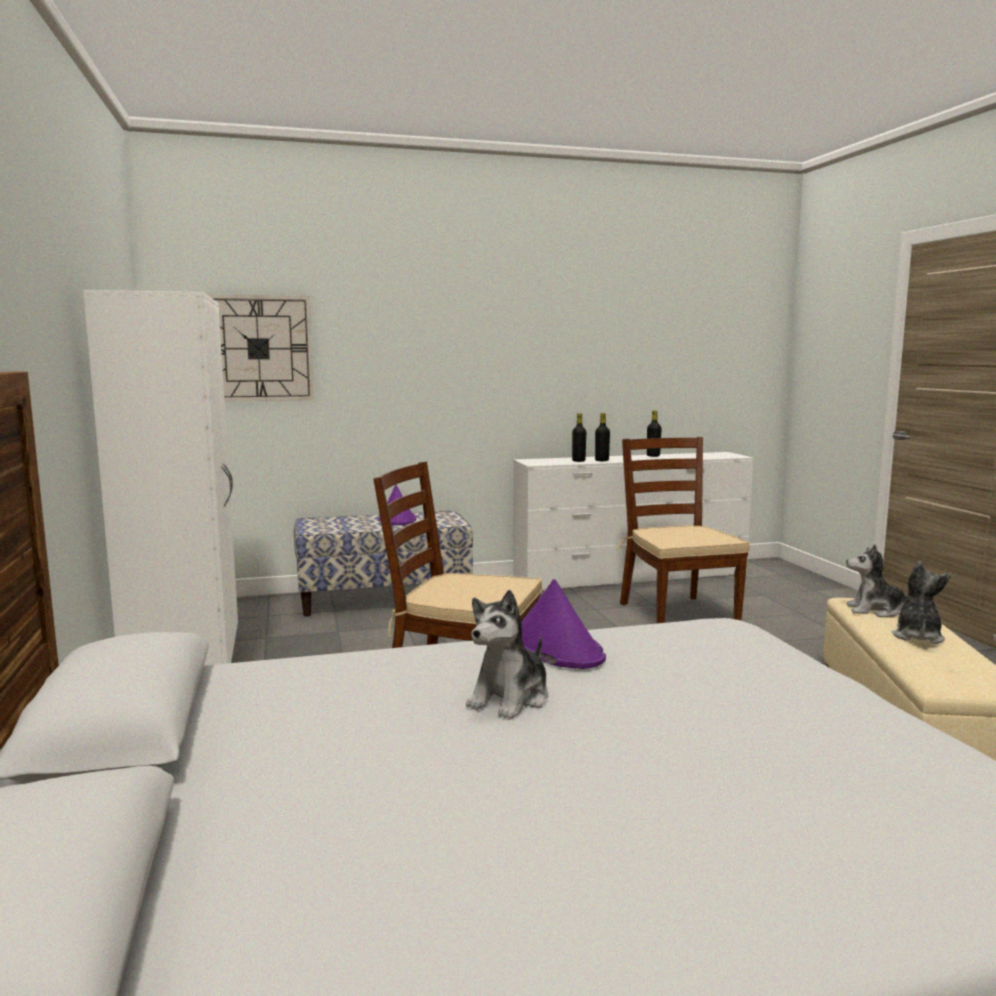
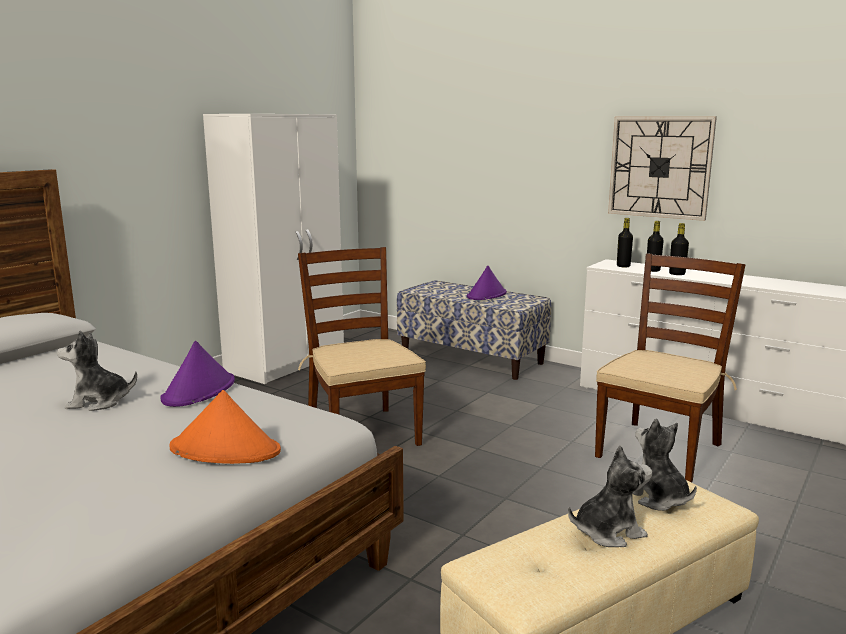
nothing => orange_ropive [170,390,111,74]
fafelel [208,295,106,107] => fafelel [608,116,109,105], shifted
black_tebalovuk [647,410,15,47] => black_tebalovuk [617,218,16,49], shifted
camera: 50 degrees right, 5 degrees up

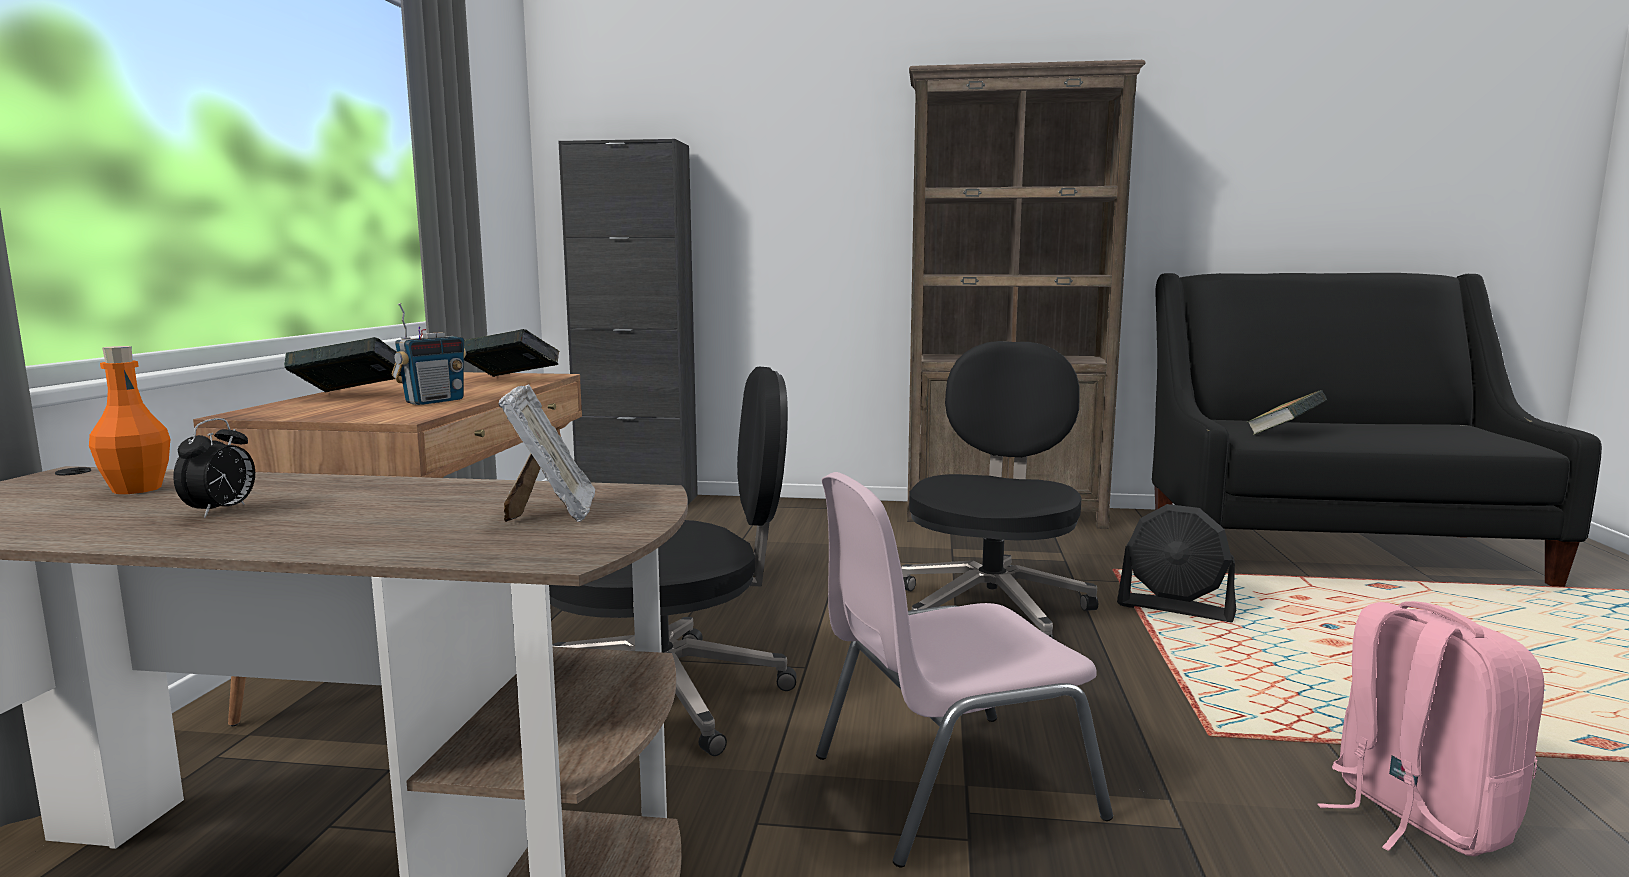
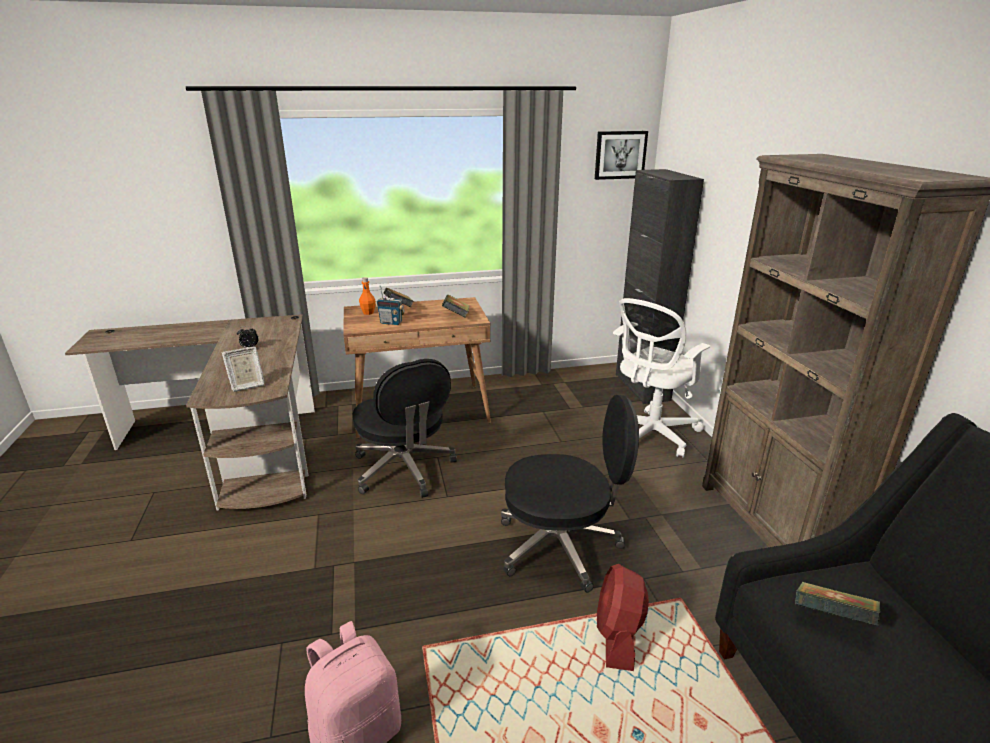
orange_tebalovuk [89,346,81,148] => orange_tebalovuk [359,277,17,38], shifted
nothing => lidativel [595,131,53,49]
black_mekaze [1117,504,119,119] => red_mekaze [597,564,52,107]
nothing => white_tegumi [613,298,97,160]
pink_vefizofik [816,472,297,396] => nothing
camera: 70 degrees right, 15 degrees up

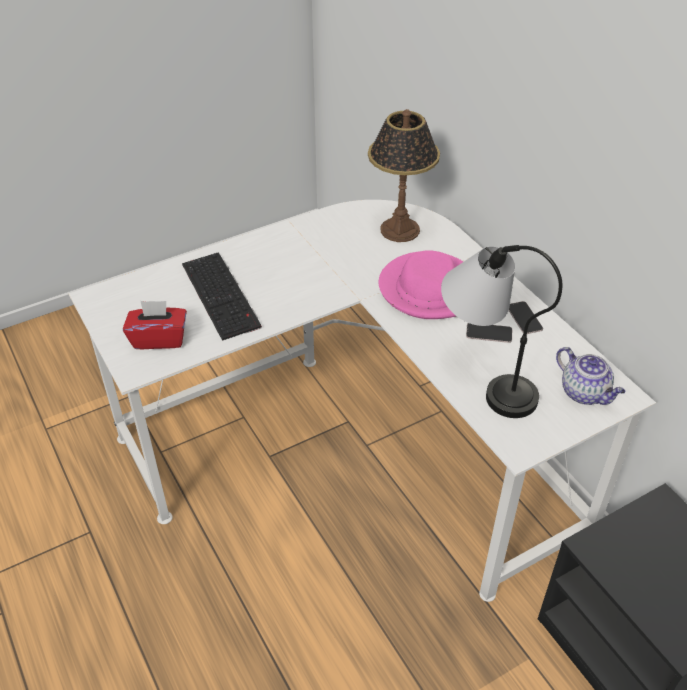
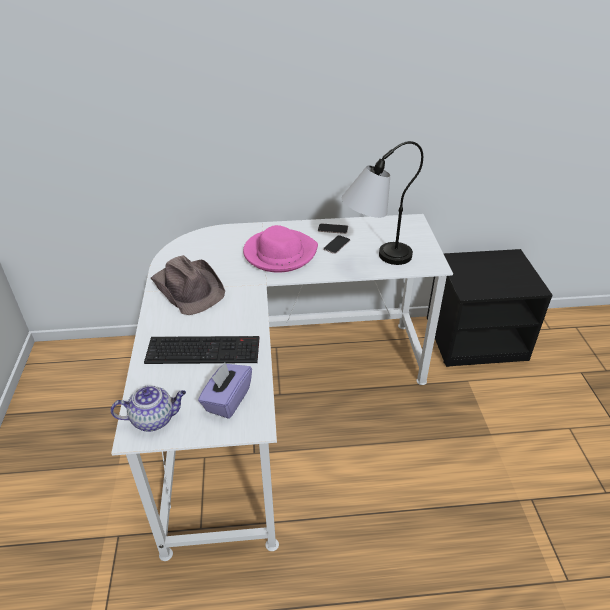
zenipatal [556,347,69,58] => zenipatal [111,385,75,47], shifted
nothing => brown_ropive [151,255,74,60]
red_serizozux [123,301,64,48] => purple_serizozux [198,362,54,57]
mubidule [368,109,72,133] => nothing
camera: 65 degrees left, 5 degrees down

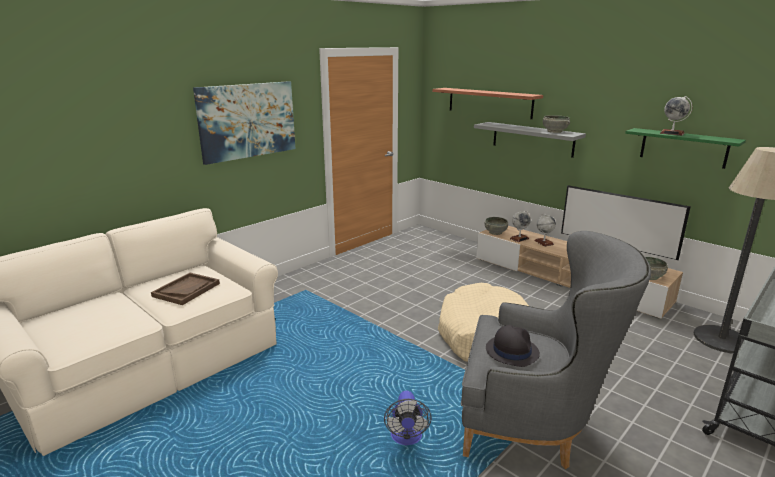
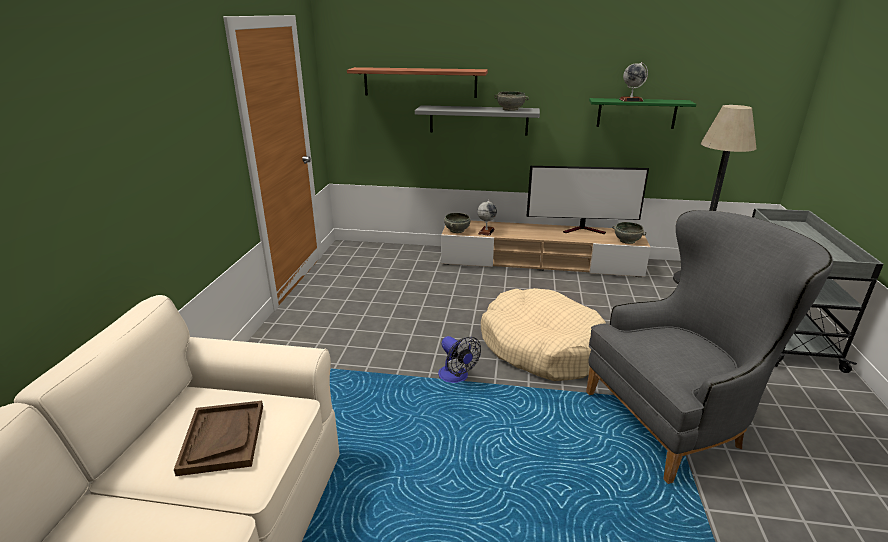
mekaze [384,390,48,55] => mekaze [438,336,43,47], shifted
lidativel [193,81,103,84] => nothing
black_ropive [486,325,54,42] => nothing
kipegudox [534,213,22,33] => nothing
camera: 35 degrees left, 5 degrees up

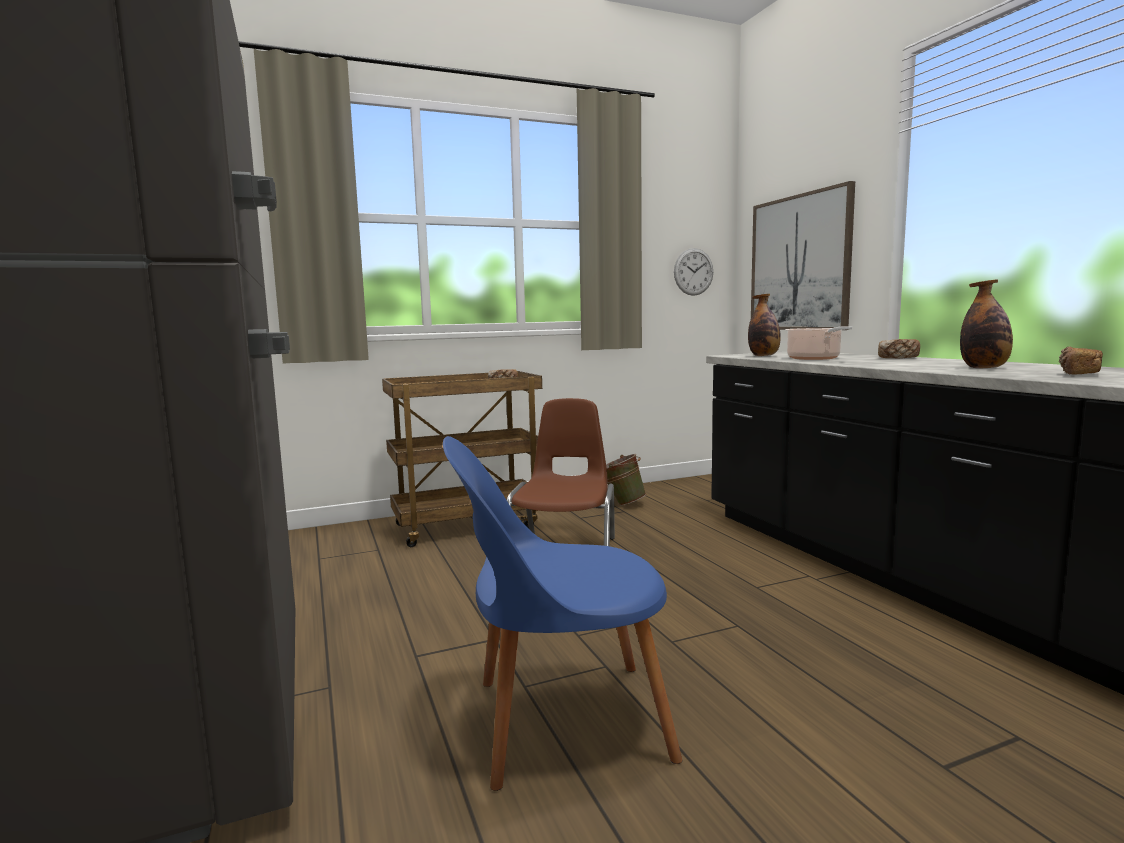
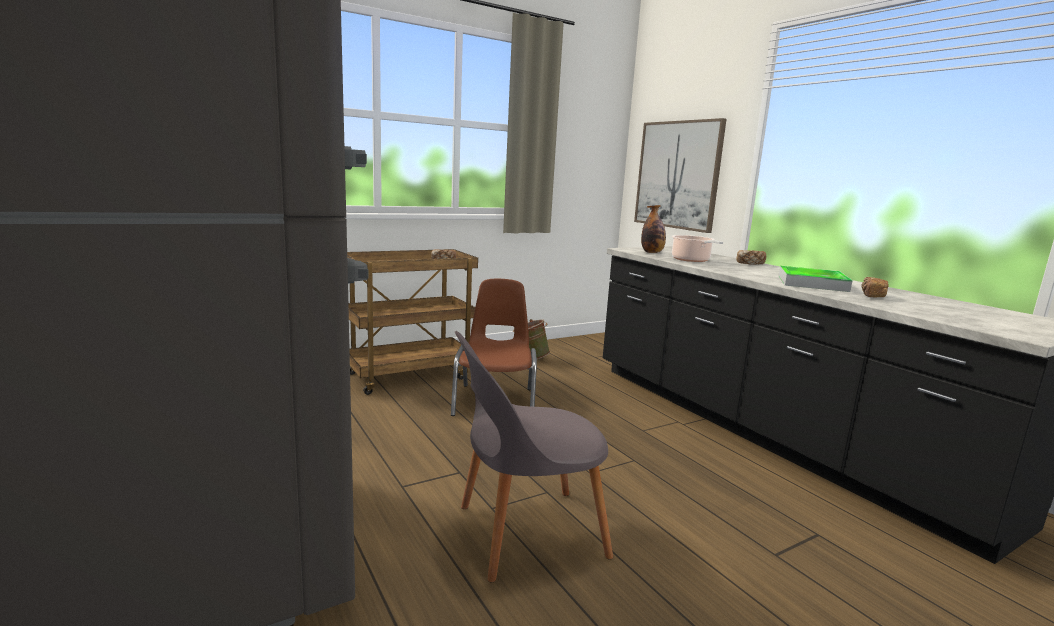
blue_vefizofik [443,436,239,355] => grey_vefizofik [455,331,158,251]
tebalovuk [960,279,53,90] => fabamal [779,266,74,26]
fafelel [674,248,39,48] => nothing
camera: 10 degrees left, 5 degrees up

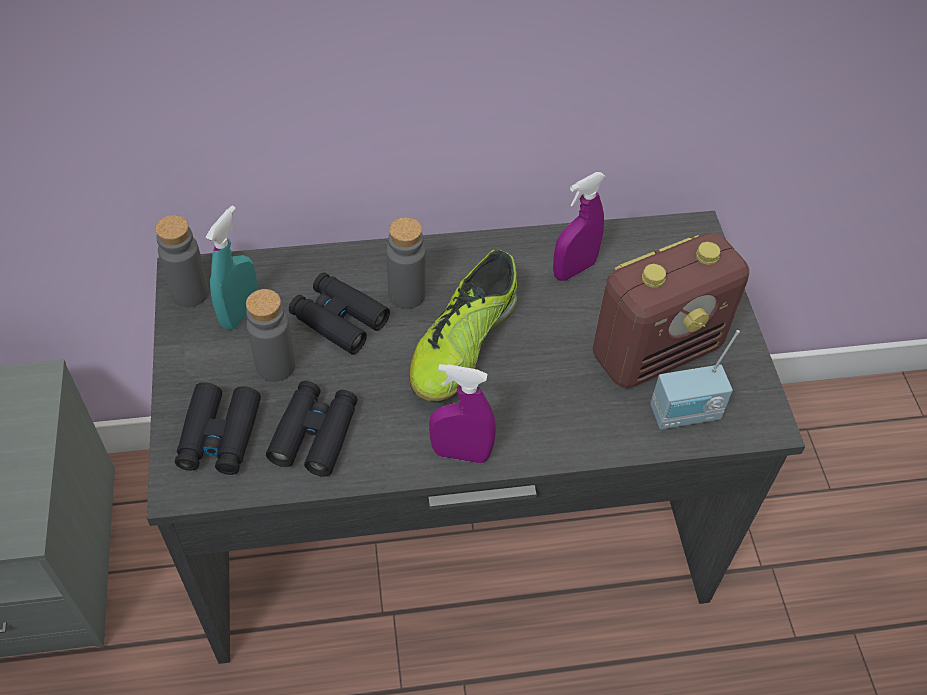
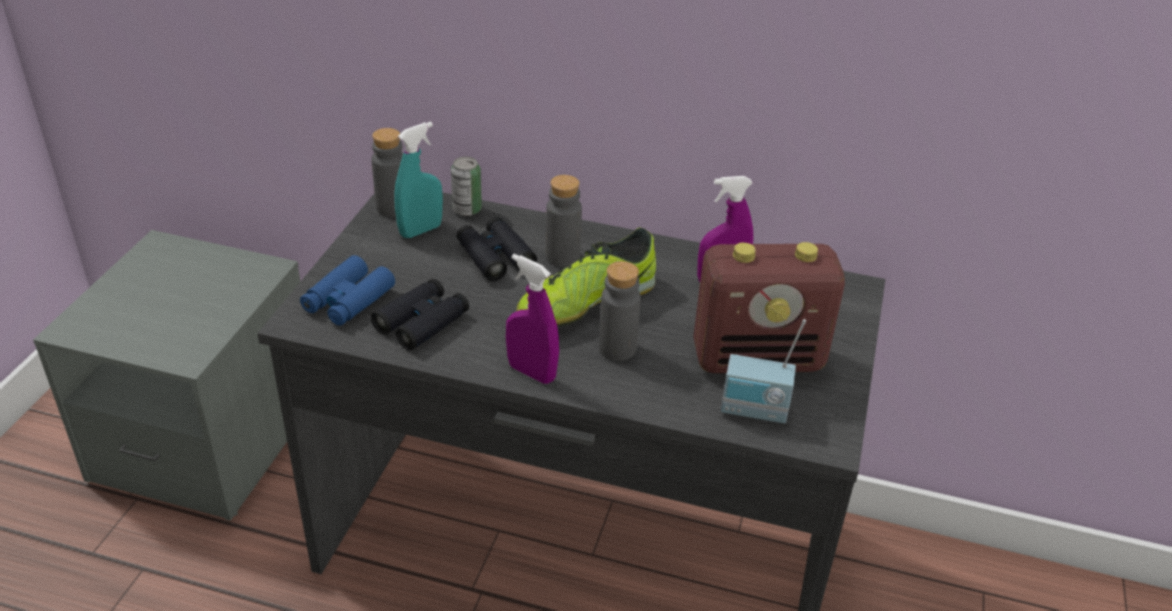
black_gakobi [175,382,86,93] => blue_gakobi [300,255,95,71]
nothing => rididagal [451,157,31,59]
grey_tebalovuk [246,289,49,93] => grey_tebalovuk [599,261,42,100], shifted
camera: 25 degrees right, 15 degrees down

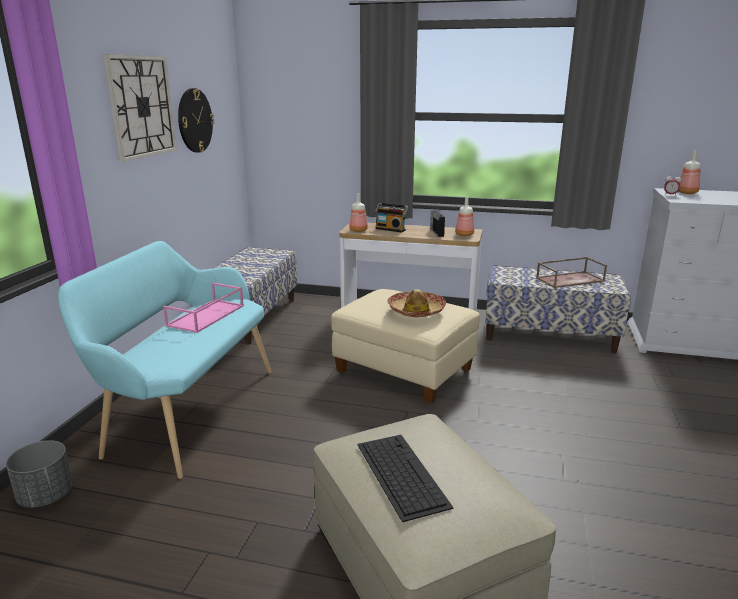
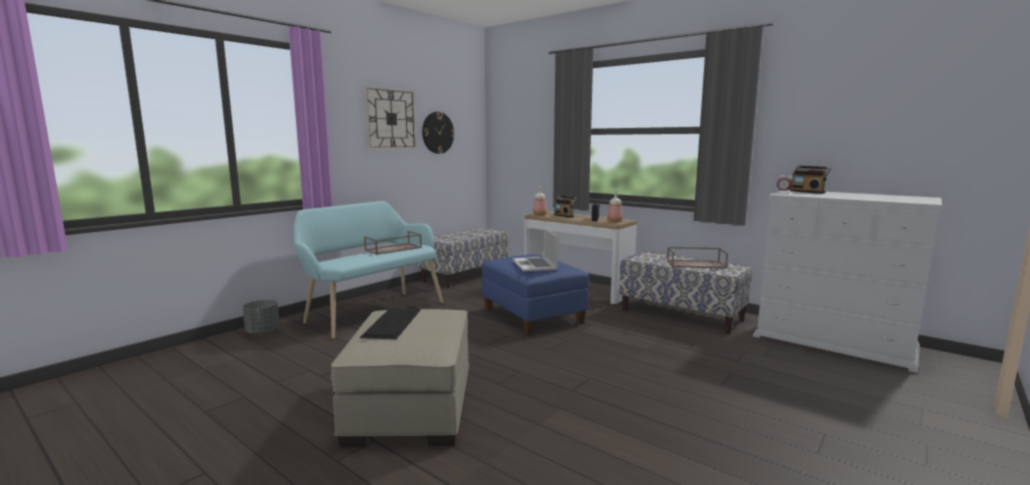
pink_fabamal [163,282,81,51] => brown_fabamal [364,231,58,24]
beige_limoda [331,289,149,115] => blue_limoda [482,255,107,80]
ropive [387,289,59,28] => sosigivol [513,228,45,43]
tebalovuk [678,151,23,43] => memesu [790,166,41,28]
camera: 25 degrees right, 10 degrees down

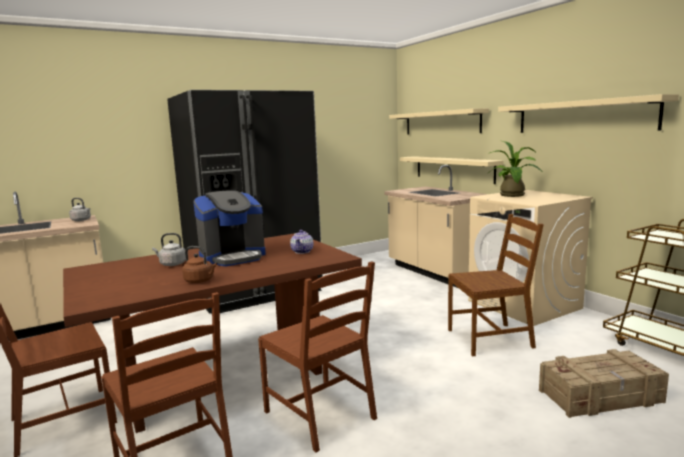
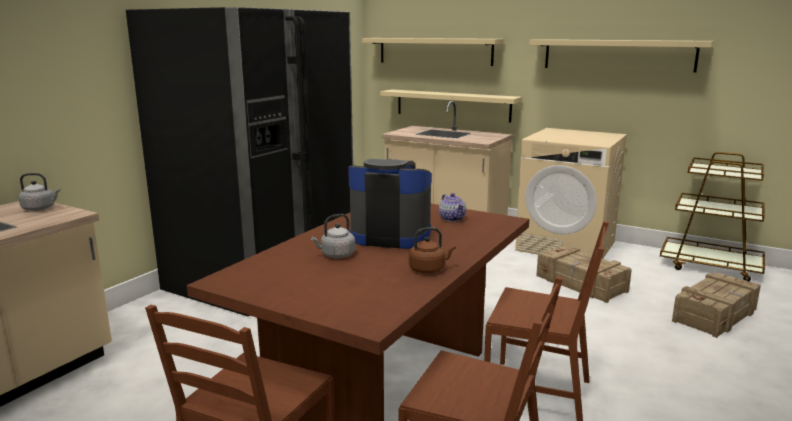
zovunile [193,190,73,76] => zovunile [348,159,84,90], 105 degrees counterclockwise
brown_vefizofik [448,214,96,142] => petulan [536,246,96,57]
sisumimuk [490,141,53,56] => nothing
camera: 30 degrees left, 5 degrees up

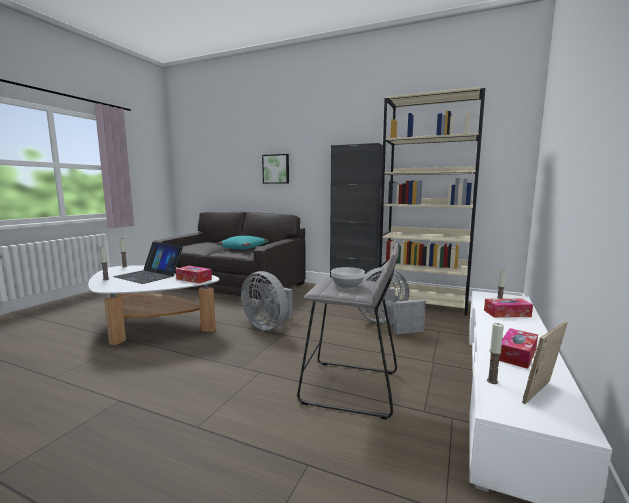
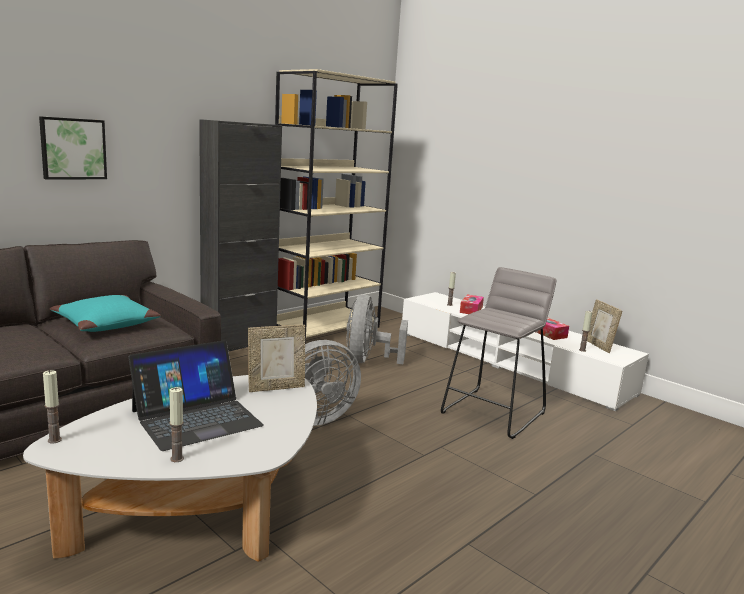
serizozux [176,266,36,17] => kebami [248,325,57,67]
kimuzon [331,267,34,22] => nothing
camera: 70 degrees left, 5 degrees up

